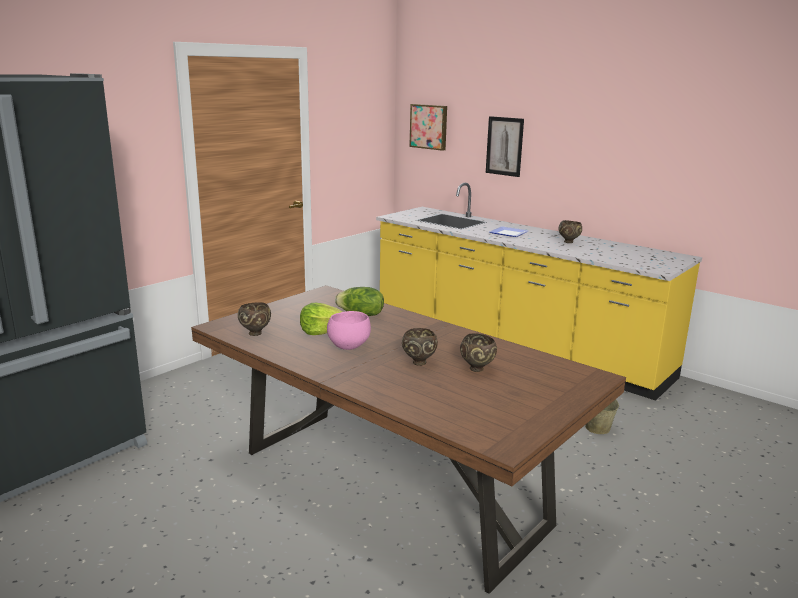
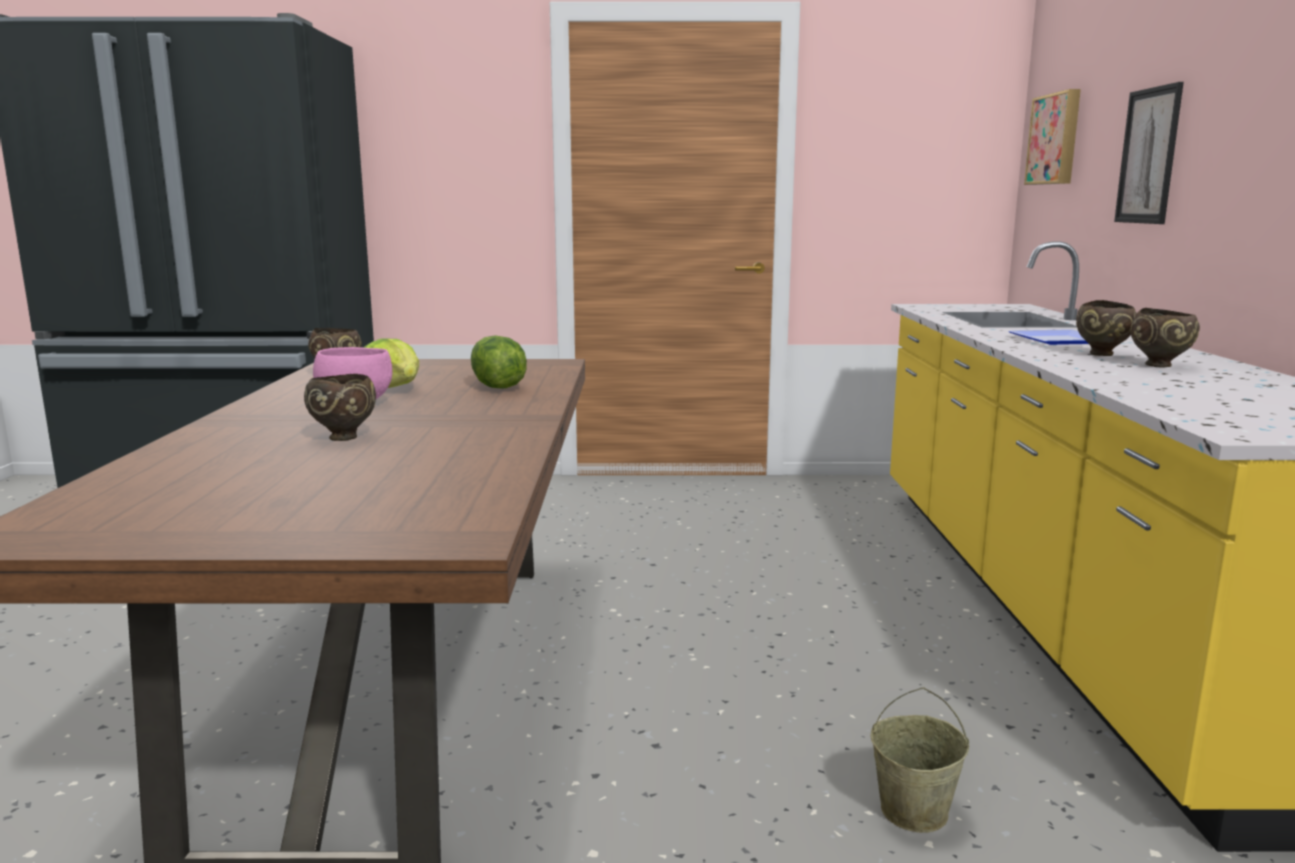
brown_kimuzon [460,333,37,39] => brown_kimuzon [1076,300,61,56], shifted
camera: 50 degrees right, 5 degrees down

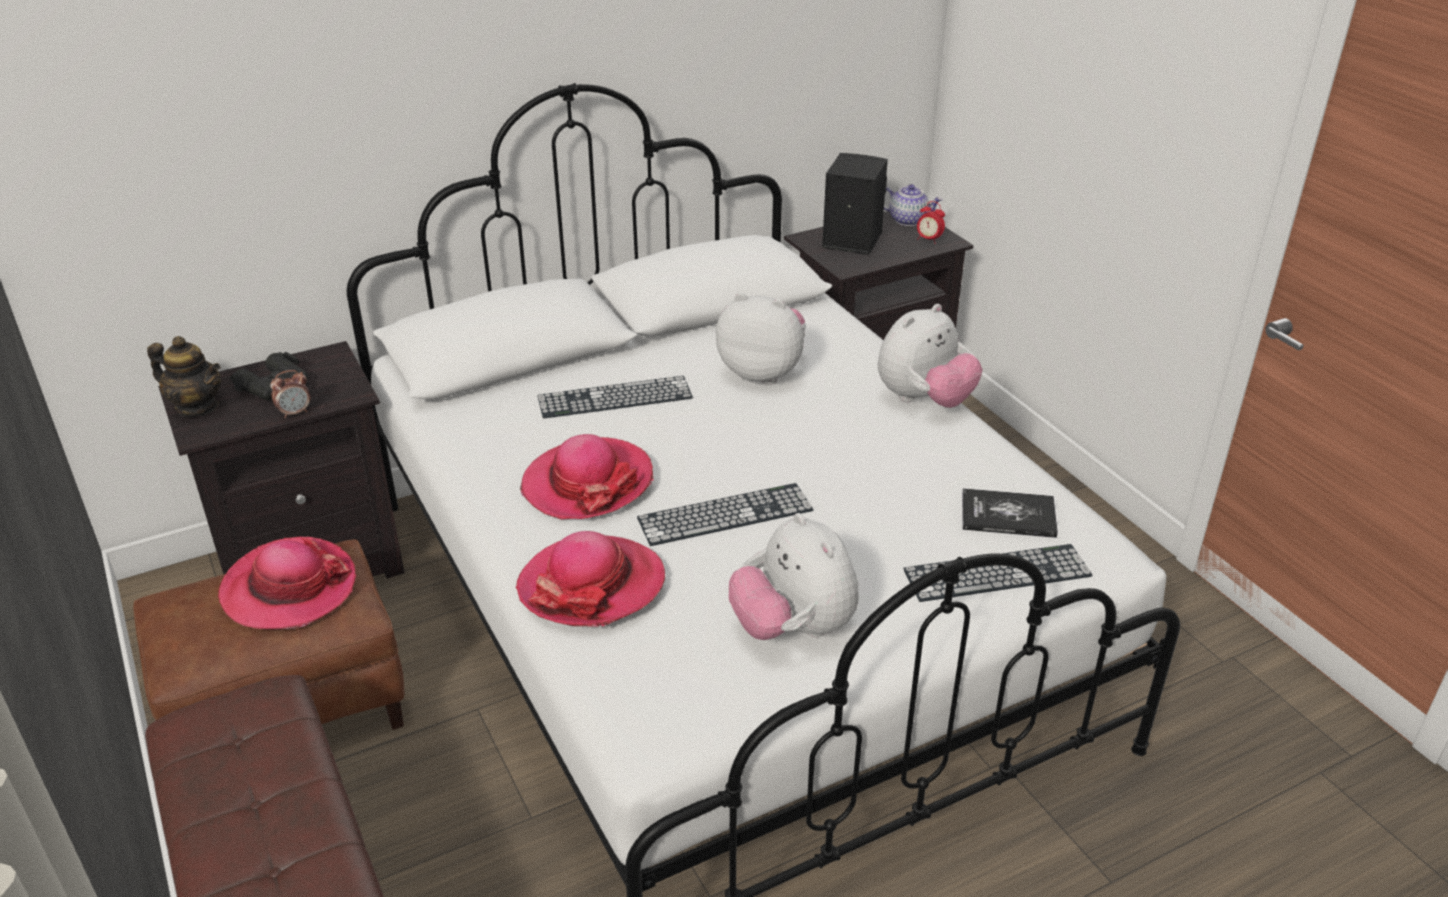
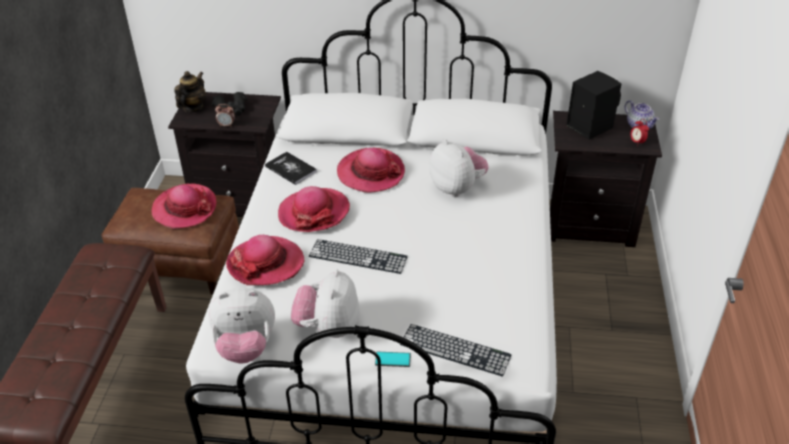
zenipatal [147,336,74,81] => zenipatal [174,71,32,41], 120 degrees counterclockwise
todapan [878,304,105,104] => todapan [208,287,67,76], shifted
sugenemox [962,488,96,50] => sugenemox [265,152,52,33], shifted
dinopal [537,376,156,42] => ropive [337,148,68,45]
nothing => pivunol [375,351,36,16]
camera: 35 degrees right, 5 degrees up

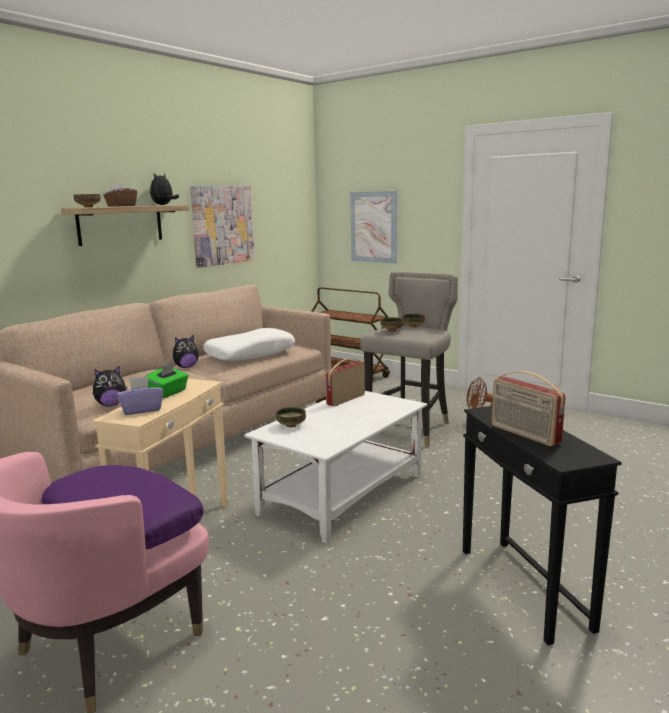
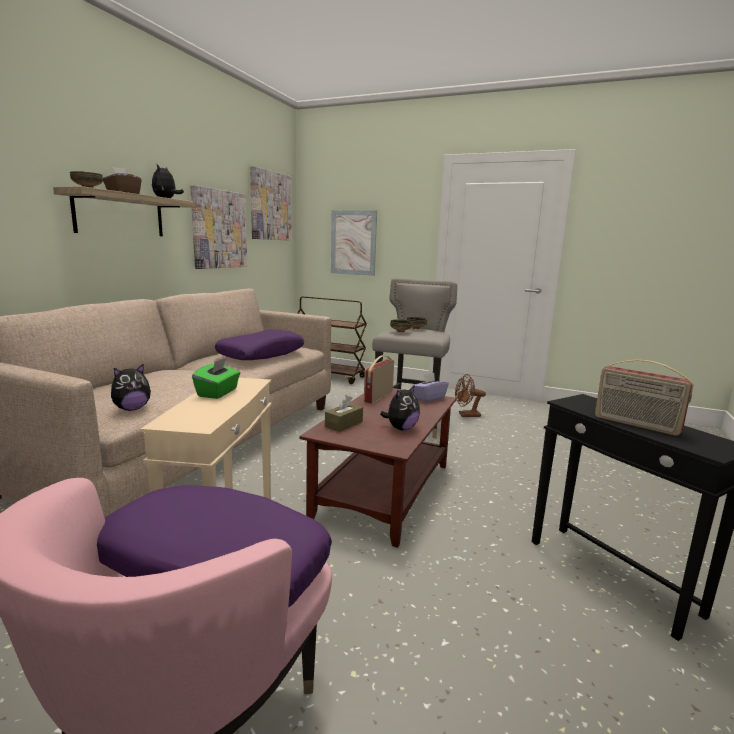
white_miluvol [203,328,92,33] => purple_miluvol [215,329,89,31]
nothing => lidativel [250,166,42,75]
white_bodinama [244,391,183,153] => brown_bodinama [299,388,158,160]
kimuzon [276,407,30,20] => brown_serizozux [325,395,38,37]
todapan [173,335,26,33] => todapan [380,385,40,45], shifted
purple_serizozux [118,376,45,39] => purple_serizozux [412,373,37,29], shifted
camera: 15 degrees left, 0 degrees up

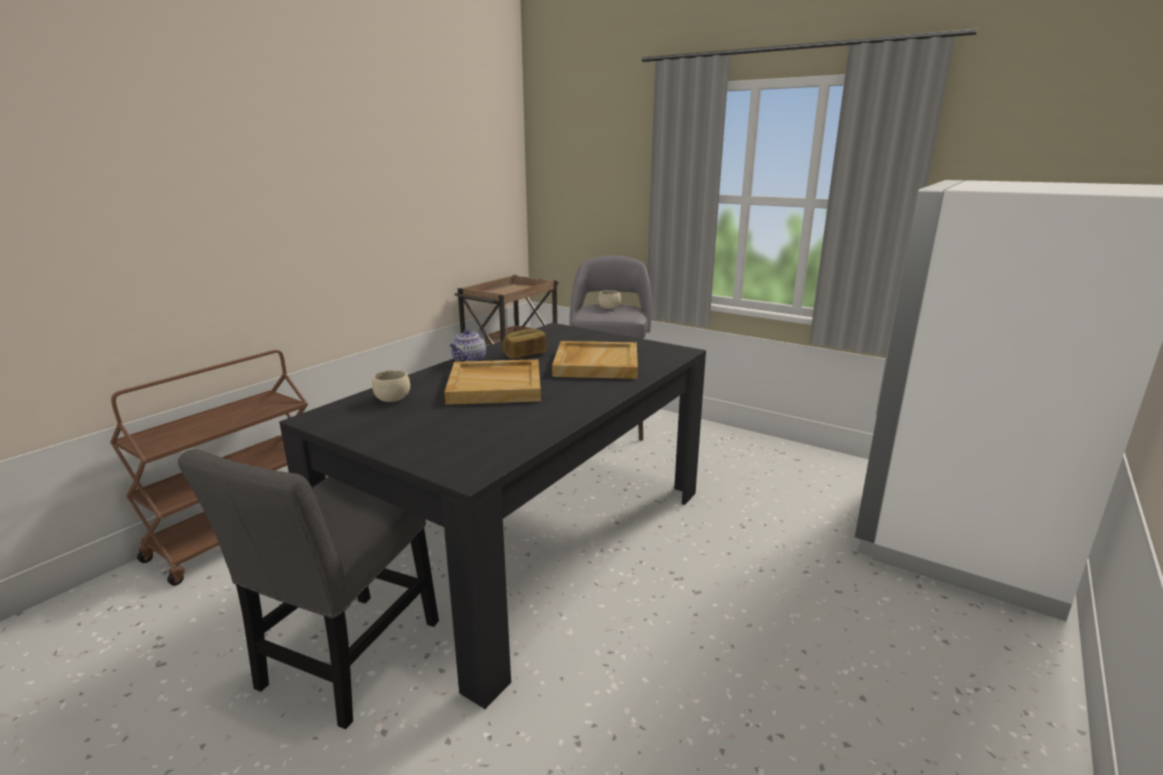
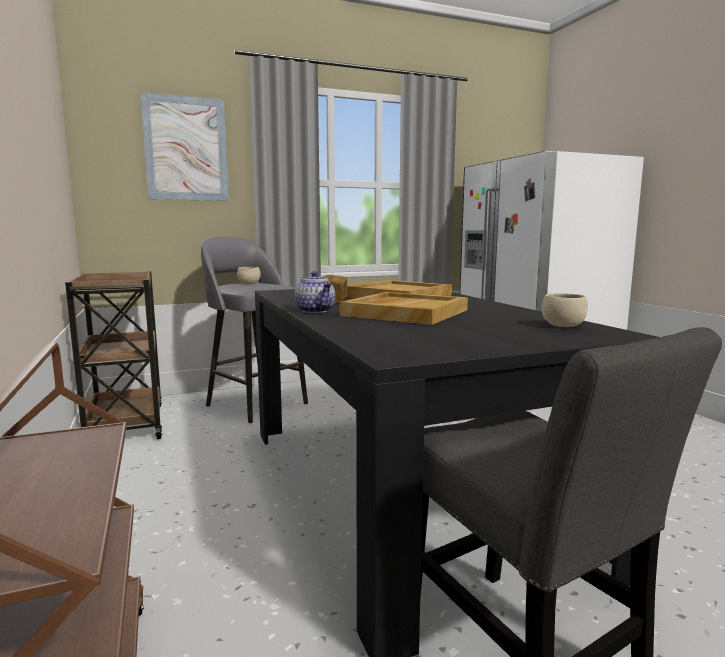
nothing => lidativel [140,92,89,109]
beige_kimuzon [372,370,38,32] => beige_kimuzon [541,293,47,34], shifted
camera: 55 degrees left, 10 degrees down

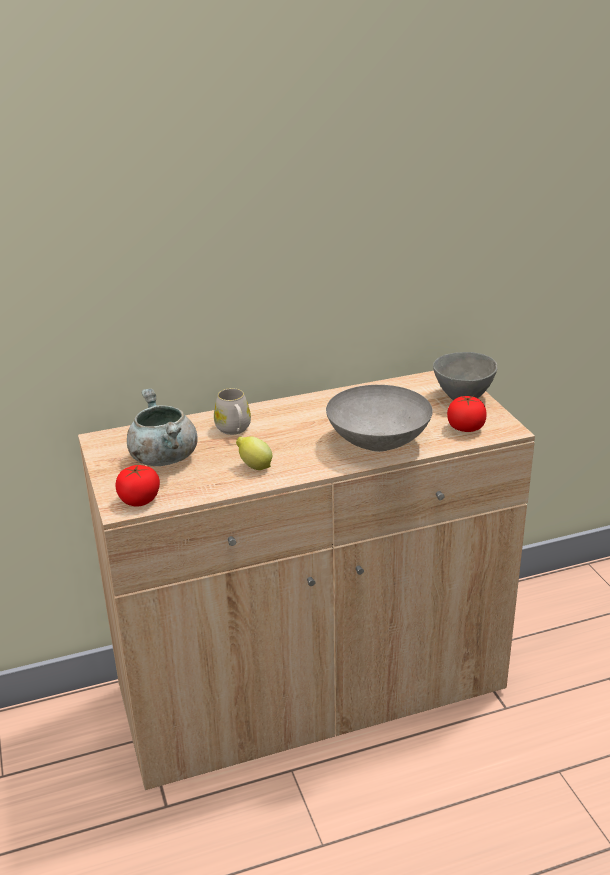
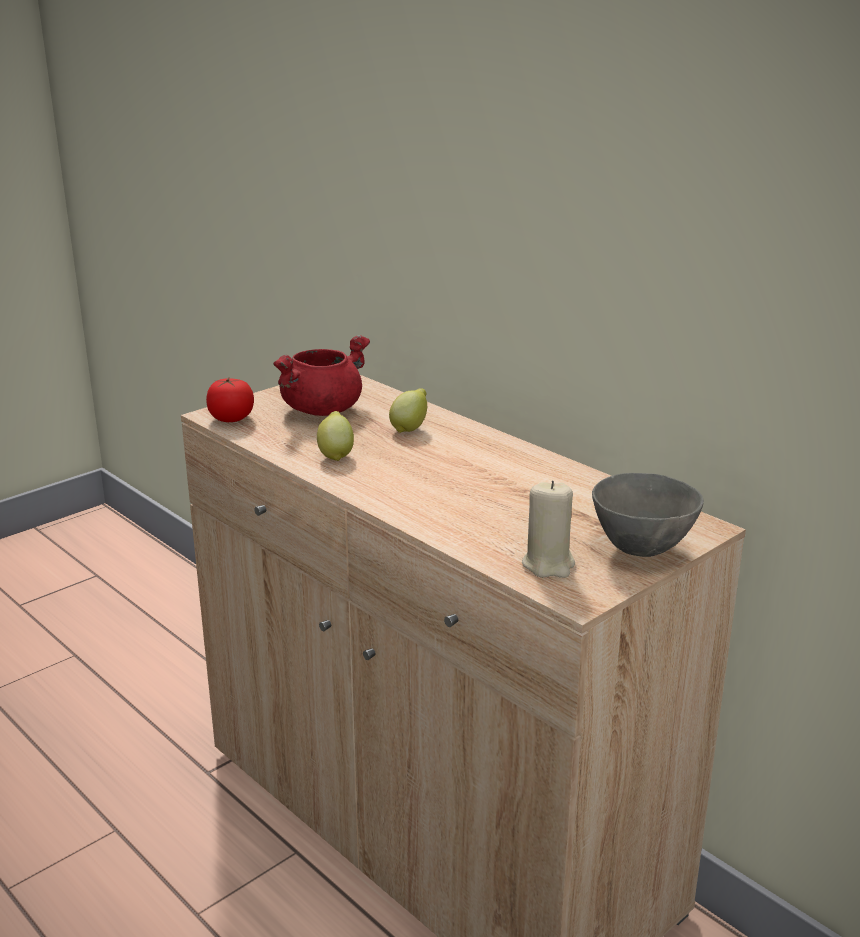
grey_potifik [127,389,71,77] => red_potifik [273,335,97,81]
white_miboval [214,388,37,47] => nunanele [389,388,38,45]
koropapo [447,396,40,36] => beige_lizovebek [522,480,53,98]
grey_kimuzon [326,385,107,67] => nothing
camera: 65 degrees right, 5 degrees down

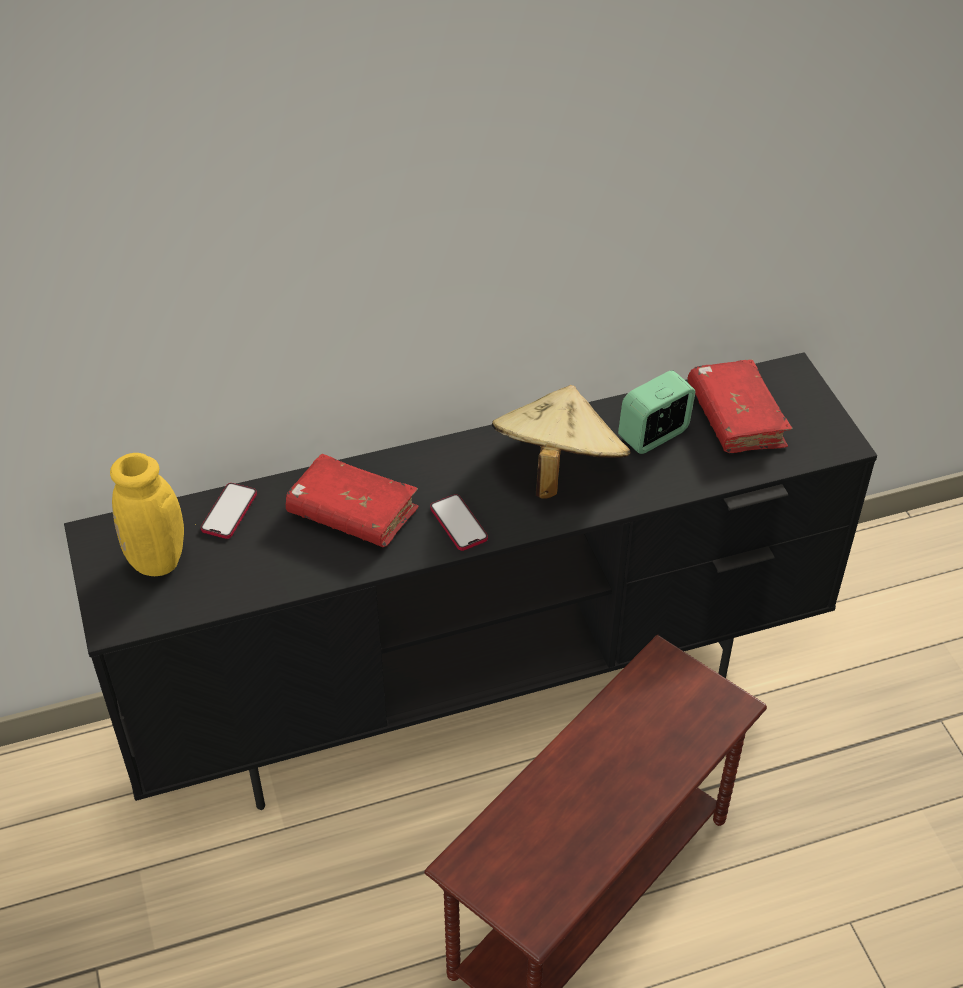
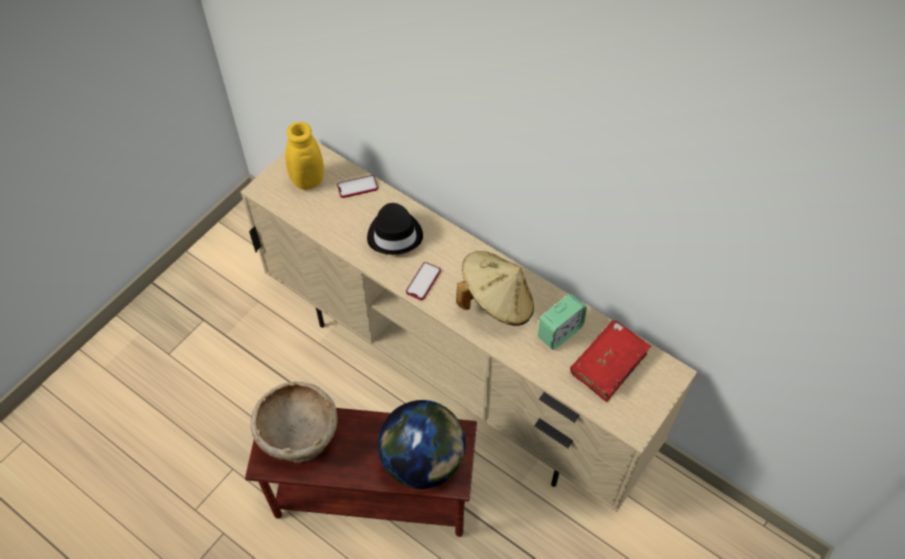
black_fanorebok [64,352,813,458] => beige_fanorebok [241,141,456,371]
nothing => beige_kimuzon [251,382,87,81]
red_sugenemox [286,454,133,93] => black_ropive [367,203,56,52]
nothing => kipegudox [378,400,88,89]
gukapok [618,370,77,84] => gukapok [538,294,49,56], 120 degrees clockwise
camera: 55 degrees right, 10 degrees up

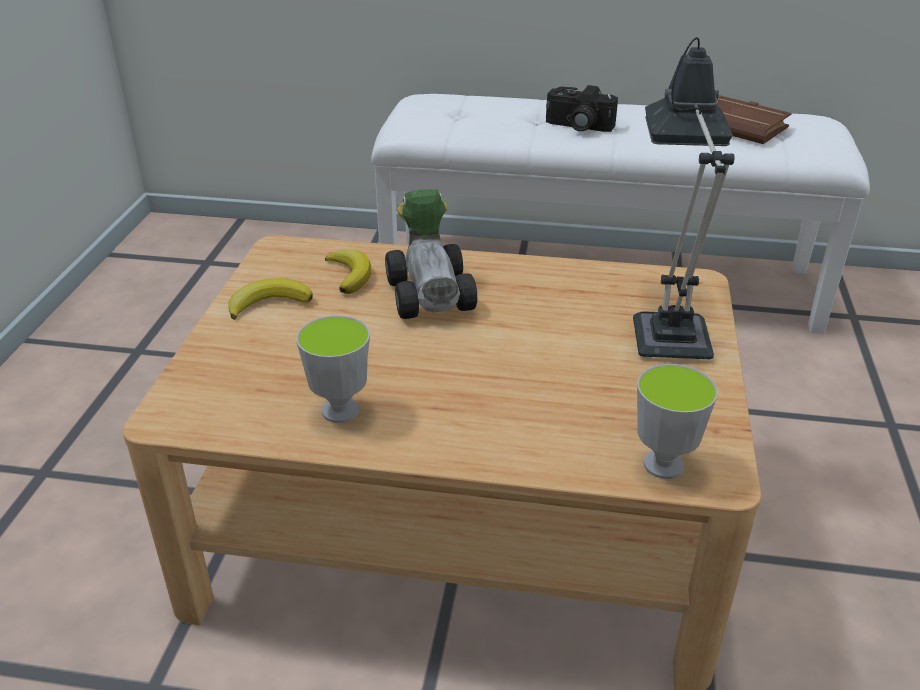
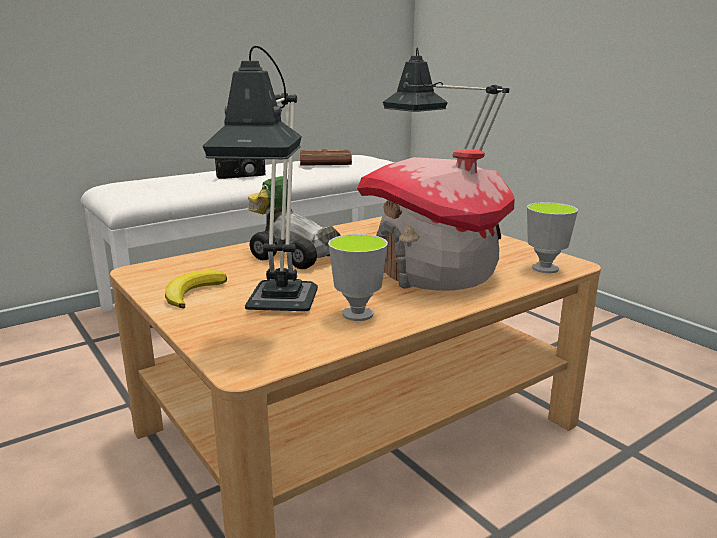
nothing => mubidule [203,46,115,265]
nothing => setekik [357,149,158,142]
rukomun [325,249,46,45] => nothing
camera: 45 degrees left, 15 degrees down

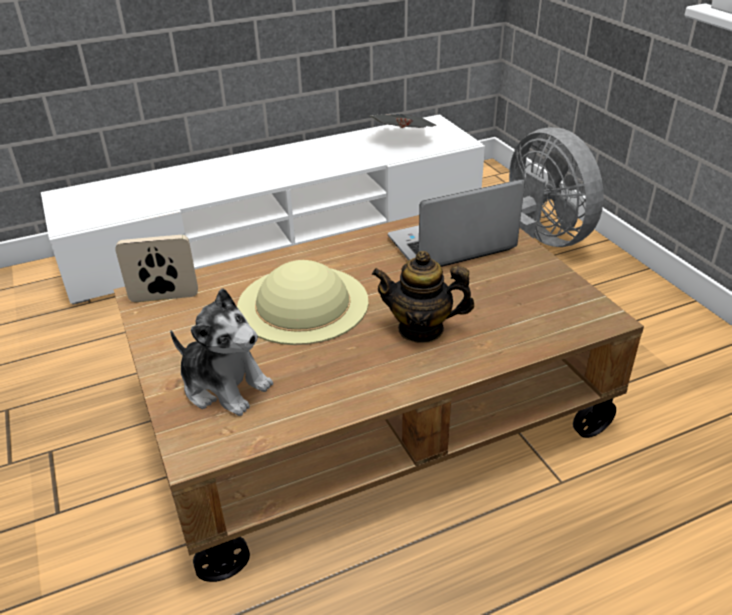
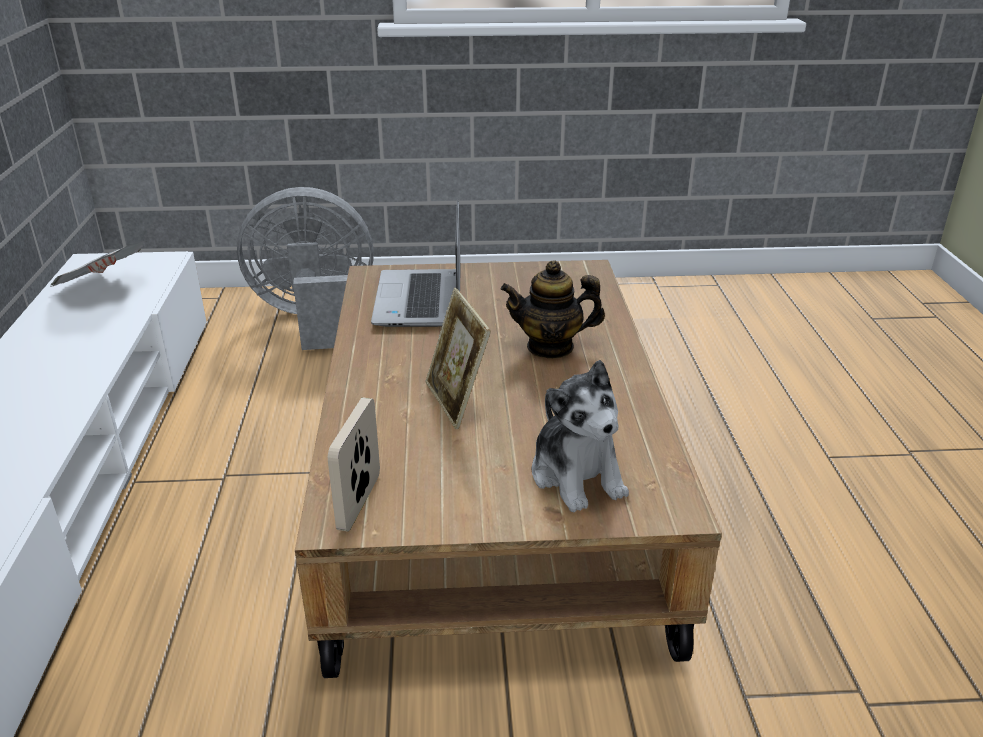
beige_ropive [237,260,132,85] => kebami [425,288,66,141]
zenipatal [372,251,102,92] => zenipatal [501,260,104,99], 60 degrees clockwise
todapan [170,288,103,128] => todapan [532,360,97,152], 105 degrees clockwise
camera: 70 degrees left, 5 degrees down

